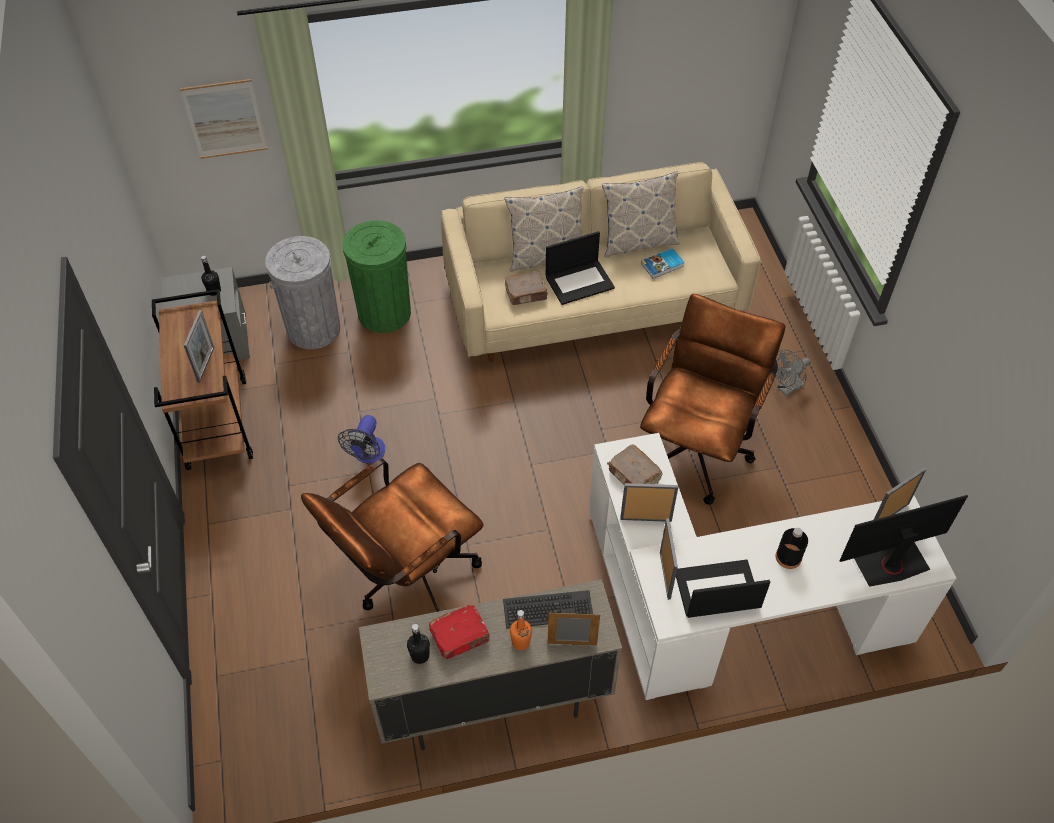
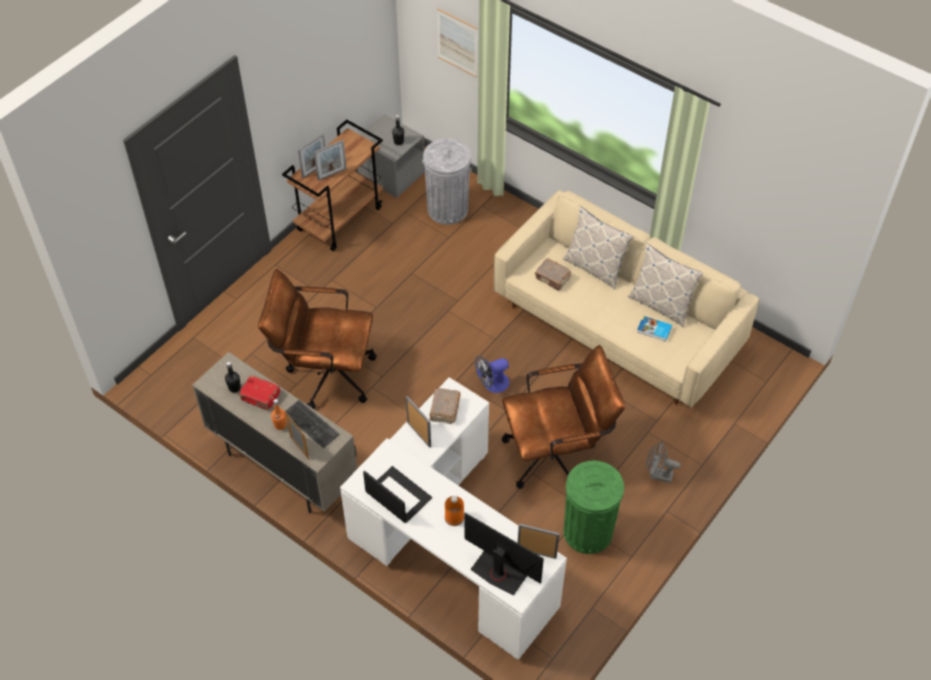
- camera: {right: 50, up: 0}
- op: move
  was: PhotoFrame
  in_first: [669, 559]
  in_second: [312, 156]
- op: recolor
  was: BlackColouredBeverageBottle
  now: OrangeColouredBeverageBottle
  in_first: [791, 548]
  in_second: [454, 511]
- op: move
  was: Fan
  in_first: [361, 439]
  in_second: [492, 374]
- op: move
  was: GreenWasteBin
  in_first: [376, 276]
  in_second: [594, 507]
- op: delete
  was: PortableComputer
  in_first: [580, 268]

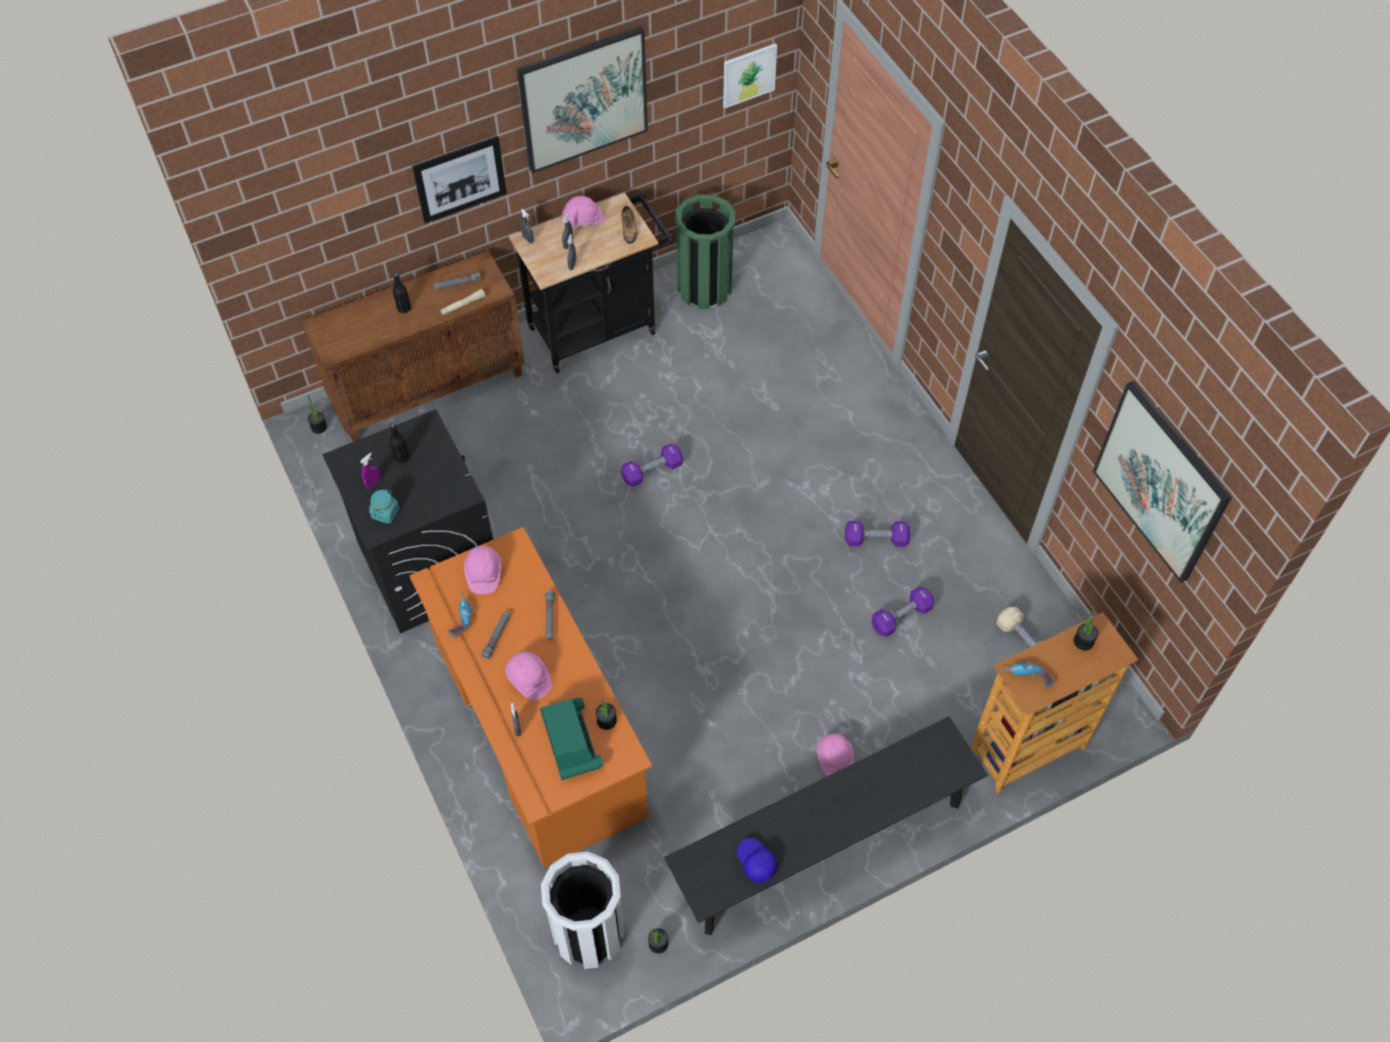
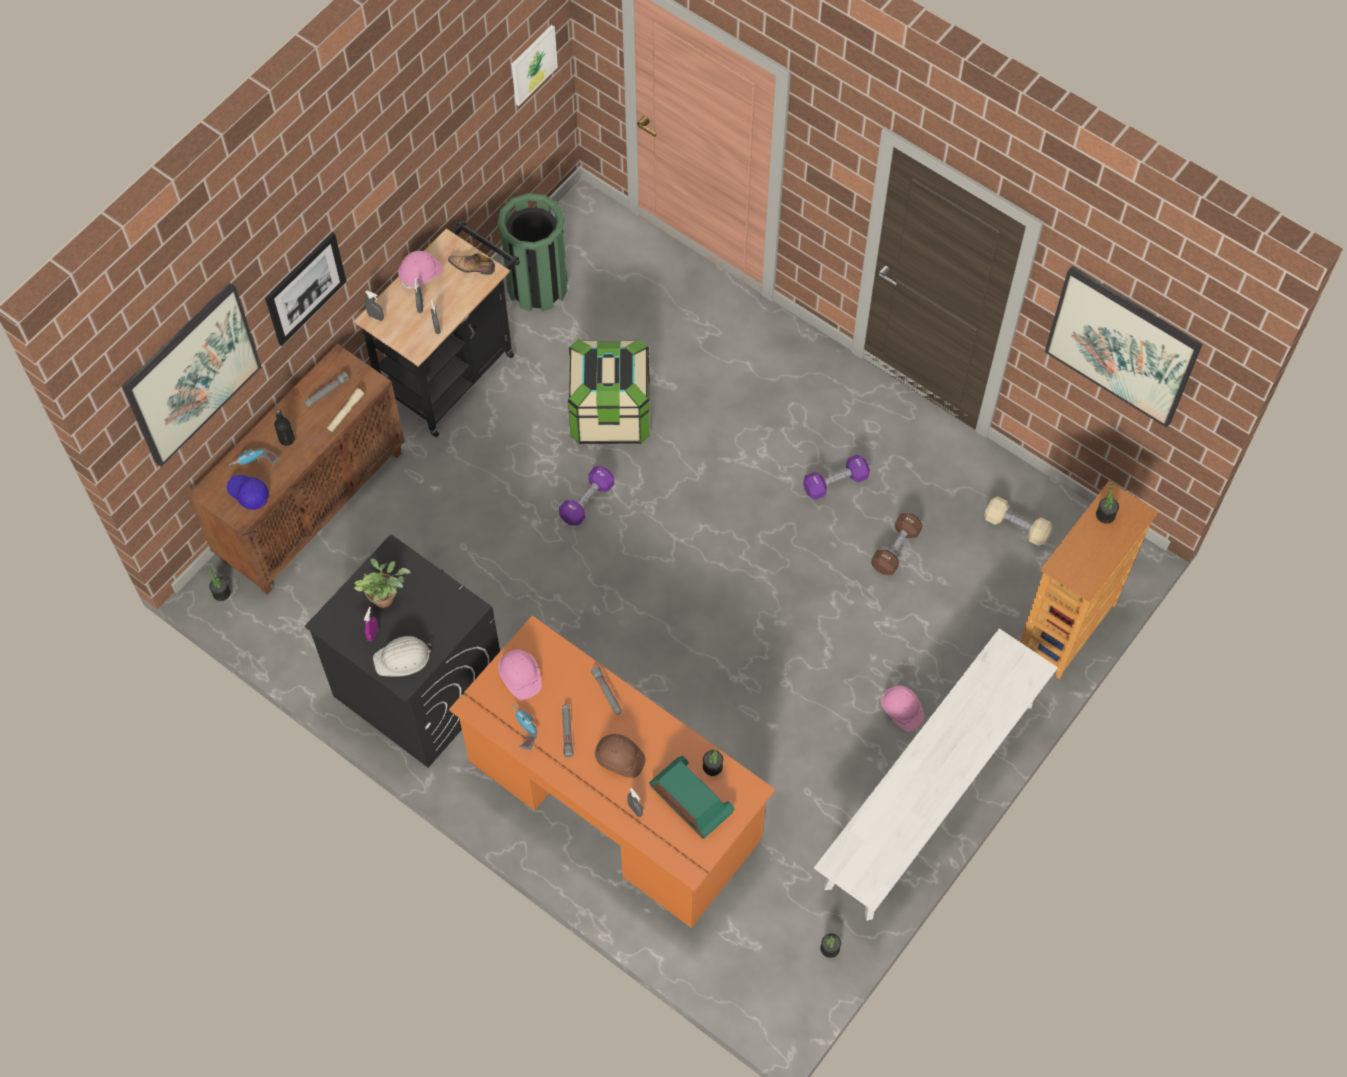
- camera: {right: -25, up: 5}
- op: move
  was: WallArt
  in_first: [582, 99]
  in_second: [192, 375]
- op: move
  was: BlueColouredPeakedCap
  in_first: [757, 860]
  in_second: [248, 492]
- op: move
  was: Drill
  in_first: [1027, 675]
  in_second: [254, 457]
- op: replace
  was: BlackColouredBeverageBottle
  now: Houseplant
  in_first: [399, 443]
  in_second: [382, 583]
- op: replace
  was: BlueGreenPreserveJar
  now: WhiteHardHat
  in_first: [384, 506]
  in_second: [402, 656]
- op: rotate
  was: ItemOfFootwear
  in_first: [629, 225]
  in_second: [471, 264]
  clockwise: 135
- op: insert
  now: StorageContainer
  in_second: [609, 391]
- op: recolor
  was: PinkColouredHardHat
  now: BrownColouredHardHat
  in_first: [529, 675]
  in_second: [620, 756]
- op: recolor
  was: BlackColouredIndoorBench
  now: WhiteIndoorBench
  in_first: [826, 826]
  in_second: [936, 775]
- op: recolor
  was: PurpleColouredFreeWeight
  now: BrownColouredFreeWeight
  in_first: [903, 611]
  in_second: [897, 544]
- op: delete
  was: WhiteWasteBin
  in_first: [582, 910]

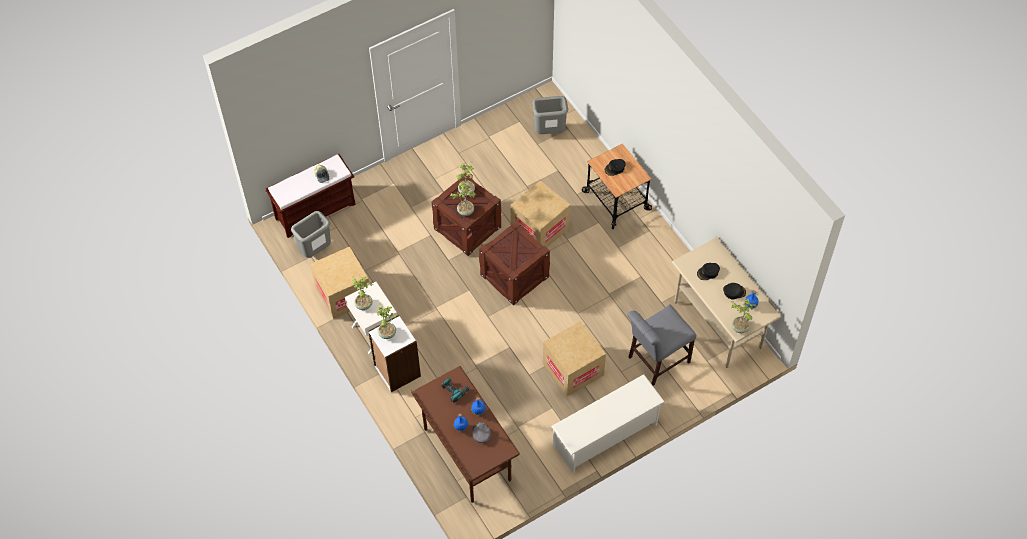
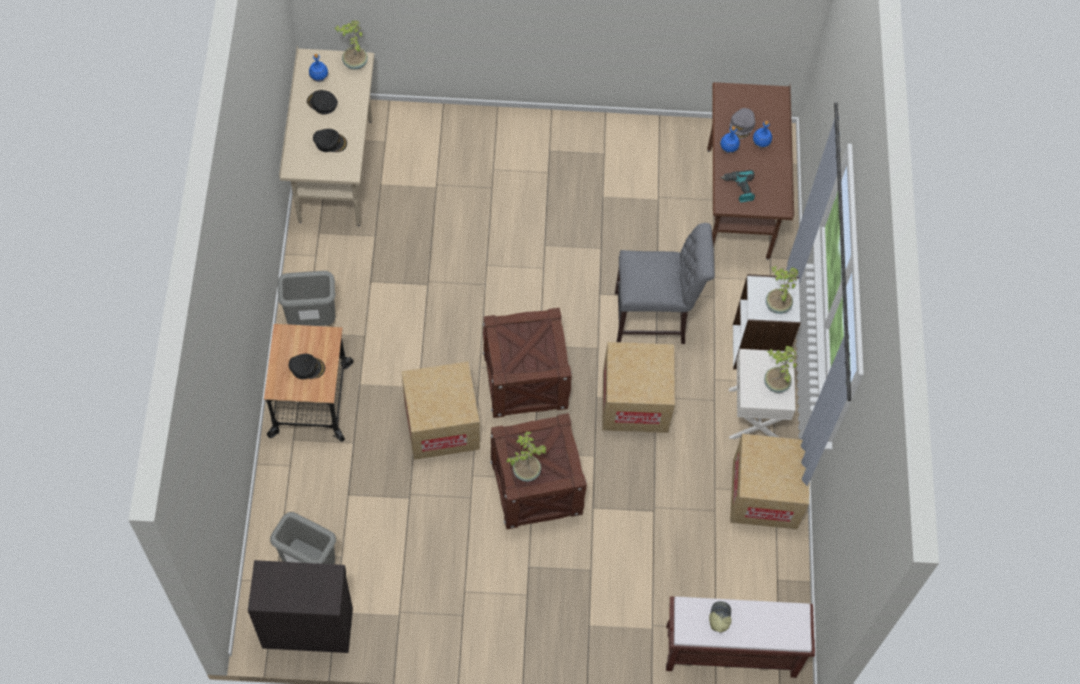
- camera: {right: -150, up: 5}
- op: insert
  now: BlackColouredStorageCabinet
  in_second: [300, 606]
- op: move
  was: GrayWasteBin
  in_first: [311, 234]
  in_second: [307, 298]
- op: move
  was: Carton
  in_first: [574, 359]
  in_second: [638, 387]
- op: move
  was: GrayUprightChair
  in_first: [662, 345]
  in_second: [665, 283]
- op: delete
  was: Houseplant
  in_first: [463, 199]
- op: delete
  was: WhiteShoeShelf
  in_first: [607, 424]

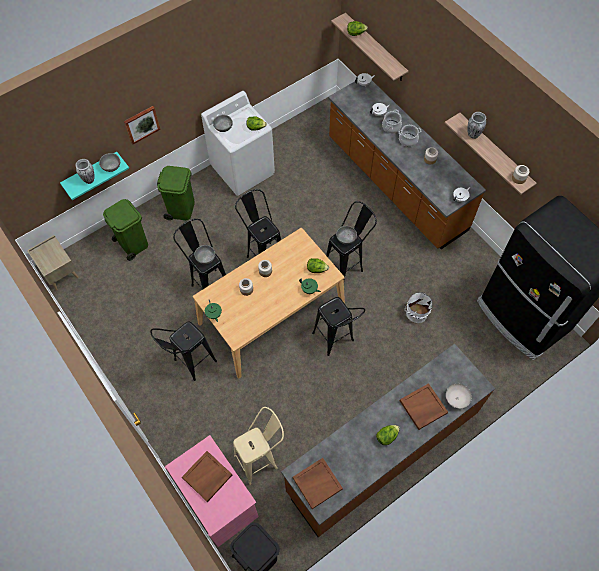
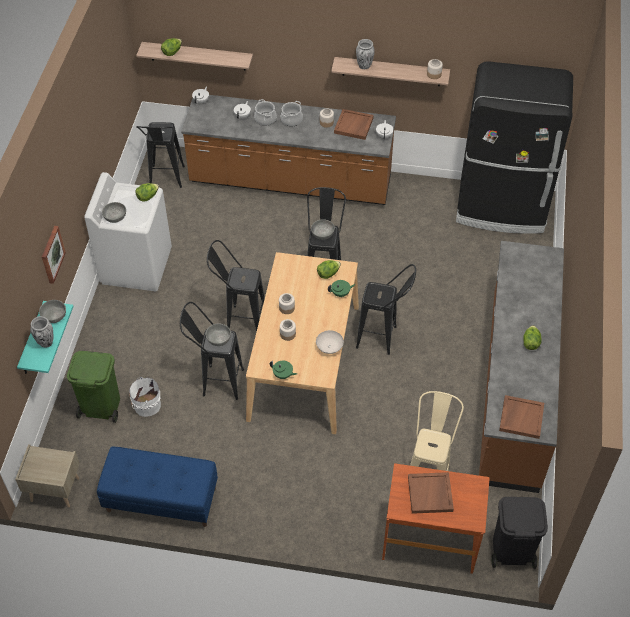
- camera: {right: -45, up: -10}
- op: insert
  now: BlueColouredIndoorBench
  in_second: [157, 487]
- op: move
  was: WhiteWaterBucket
  in_first: [418, 307]
  in_second: [145, 397]
- op: move
  was: BlackColouredStoolSeat
  in_first: [183, 351]
  in_second: [160, 155]
- op: move
  was: WhiteServingBowl
  in_first: [459, 396]
  in_second: [330, 342]
- op: move
  was: BrownColouredServingTray
  in_first: [424, 406]
  in_second: [354, 124]
- op: recolor
  was: PinkColouredDesk
  now: BrownColouredDesk
  in_first: [212, 491]
  in_second: [436, 518]
- op: delete
  was: GreenWasteBin
  in_first: [176, 193]

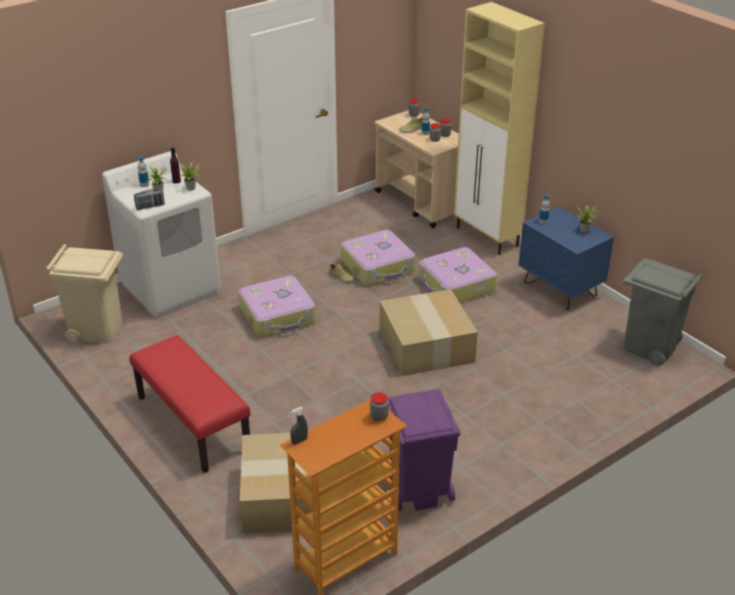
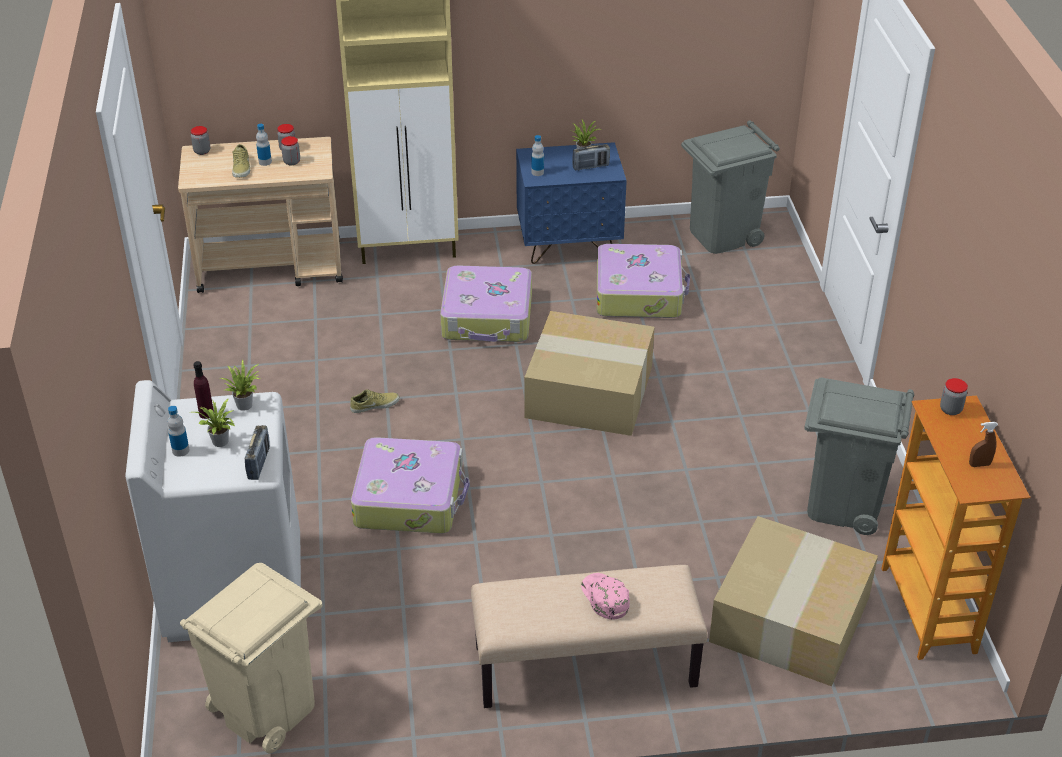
- camera: {right: -60, up: 5}
- op: recolor
  was: RedIndoorBench
  now: BeigeColouredIndoorBench
  in_first: [189, 404]
  in_second: [589, 636]
- op: insert
  now: Radio
  in_second: [591, 157]
- op: insert
  now: PinkColouredPeakedCap
  in_second: [605, 596]
- op: move
  was: Suitcase
  in_first: [378, 258]
  in_second: [643, 281]
- op: recolor
  was: PurpleColouredWasteBin
  now: GrayWasteBin
  in_first: [424, 450]
  in_second: [859, 456]
- op: insert
  now: BrownColouredSprayBottle
  in_second: [983, 444]
- op: delete
  was: GraySprayBottle
  in_first: [299, 426]

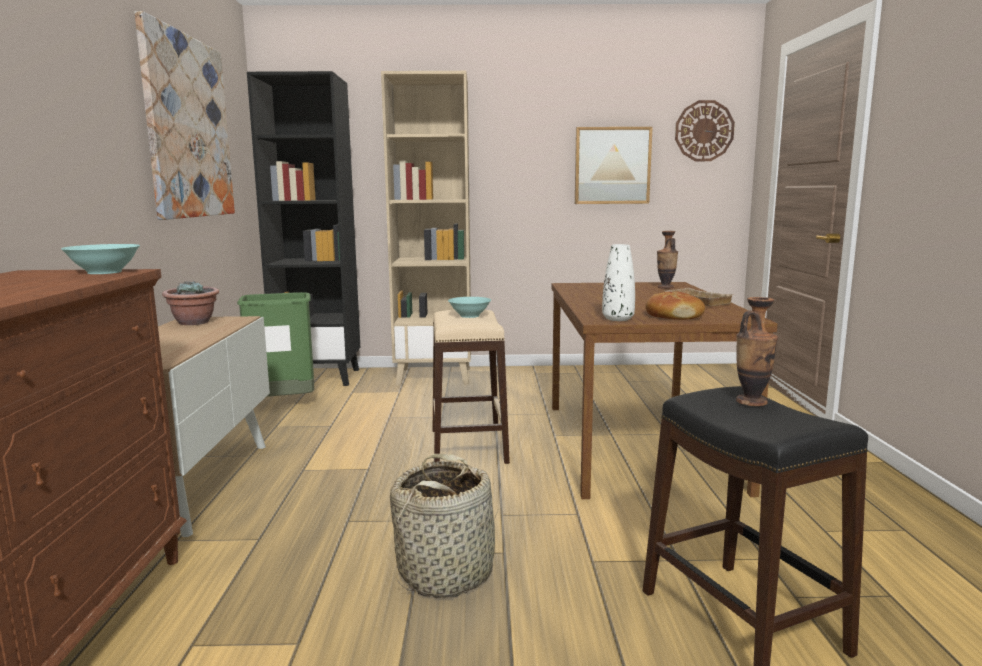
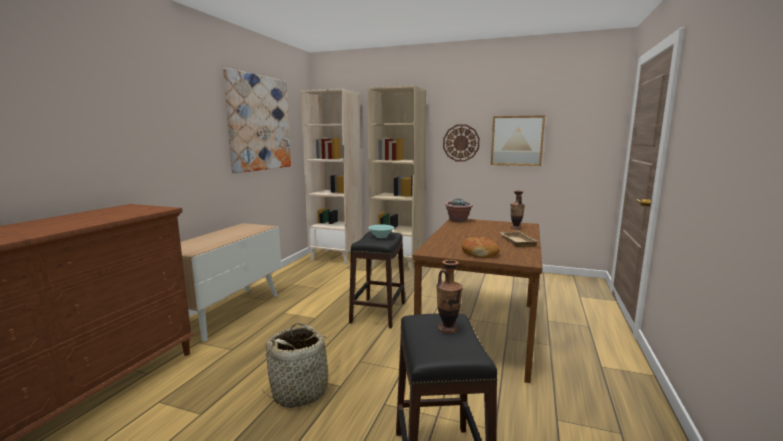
- camera: {right: 20, up: 0}
- op: recolor
  was: BlackColouredShelvingUnit
  now: BeigeColouredShelvingUnit
  in_first: [303, 228]
  in_second: [331, 176]
- op: recolor
  was: BeigeColouredStoolSeat
  now: BlackColouredStoolSeat
  in_first: [471, 387]
  in_second: [377, 279]
- op: move
  was: WallClock
  in_first: [705, 130]
  in_second: [461, 143]
- op: move
  was: Houseplant
  in_first: [190, 303]
  in_second: [459, 210]
- op: delete
  was: BlueGreenServingBowl
  in_first: [100, 259]
- op: delete
  was: GreenWasteBin
  in_first: [275, 344]
- op: delete
  was: WhiteDecorativeVase
  in_first: [618, 282]

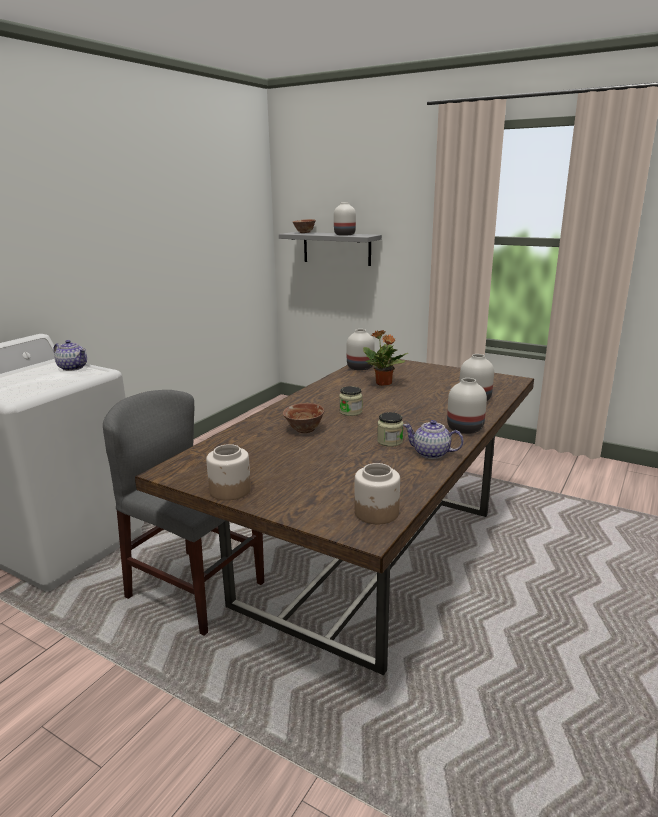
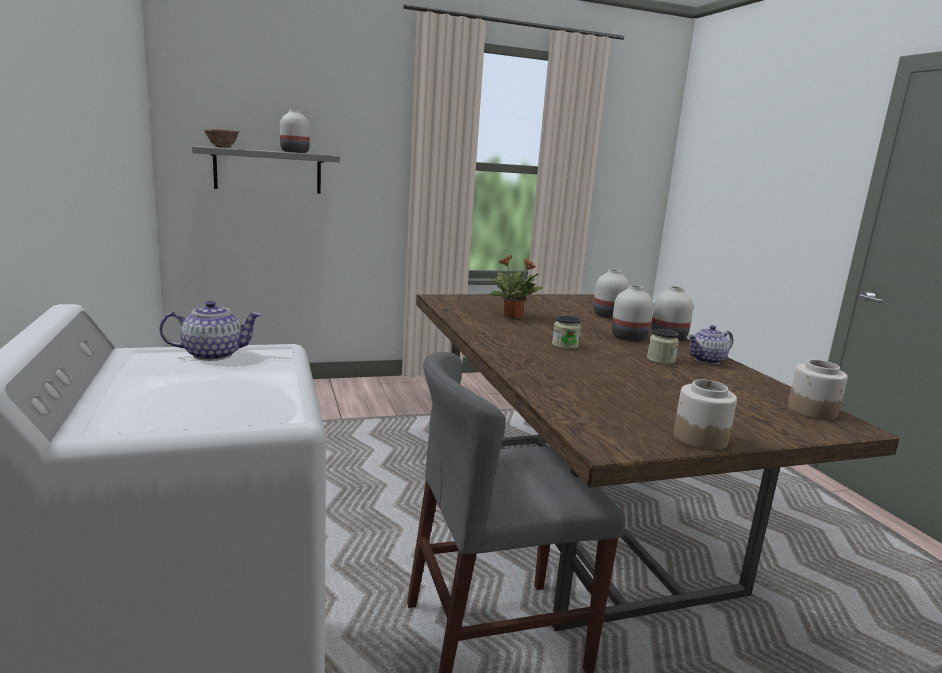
- camera: {right: -50, up: -5}
- op: move
  was: WhiteDecorativeVase
  in_first: [361, 350]
  in_second: [632, 313]
- op: delete
  was: ServingBowl
  in_first: [303, 418]

